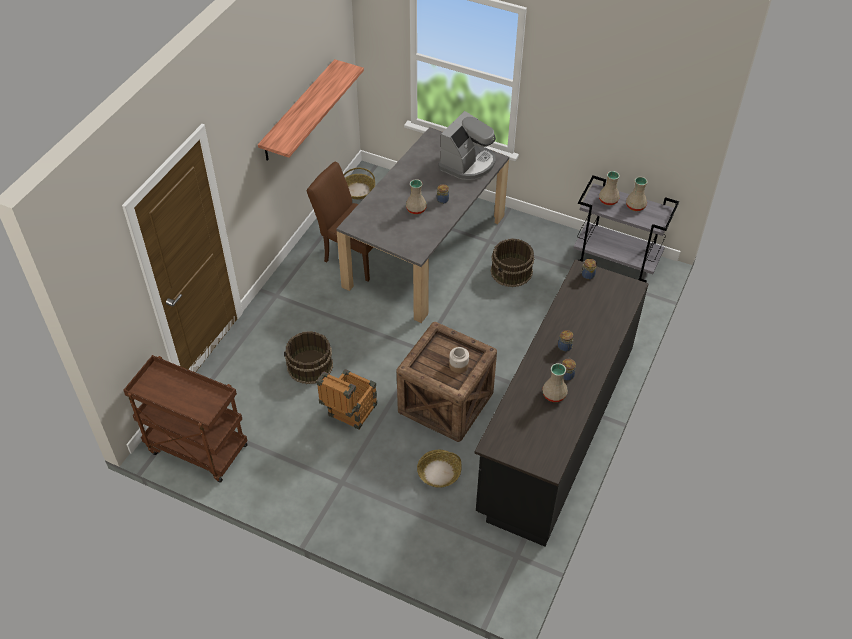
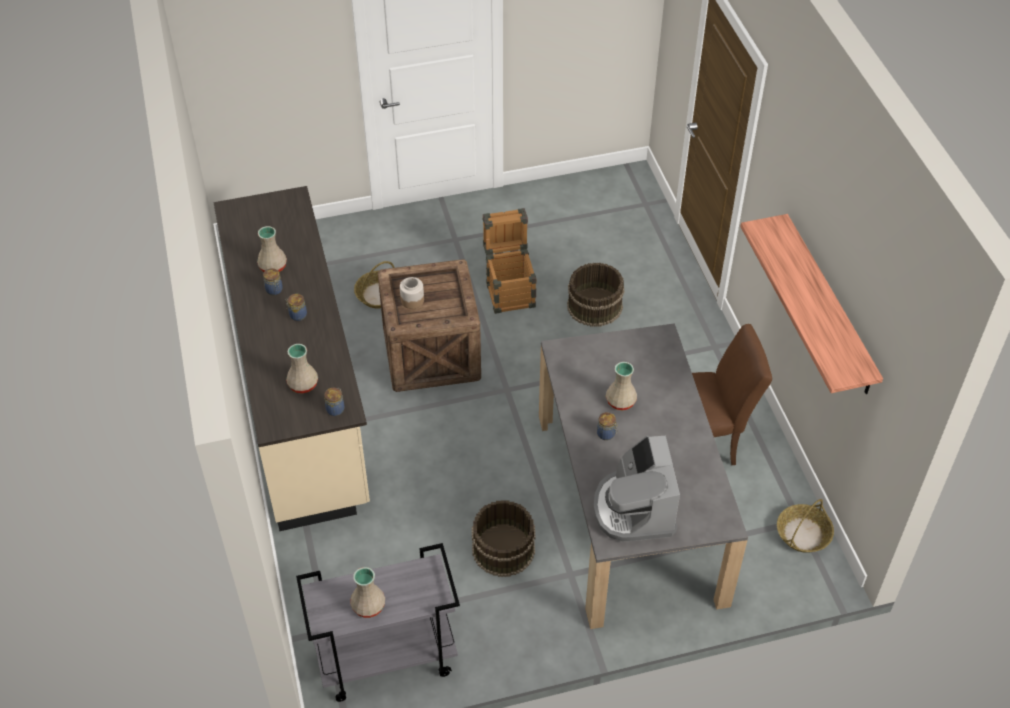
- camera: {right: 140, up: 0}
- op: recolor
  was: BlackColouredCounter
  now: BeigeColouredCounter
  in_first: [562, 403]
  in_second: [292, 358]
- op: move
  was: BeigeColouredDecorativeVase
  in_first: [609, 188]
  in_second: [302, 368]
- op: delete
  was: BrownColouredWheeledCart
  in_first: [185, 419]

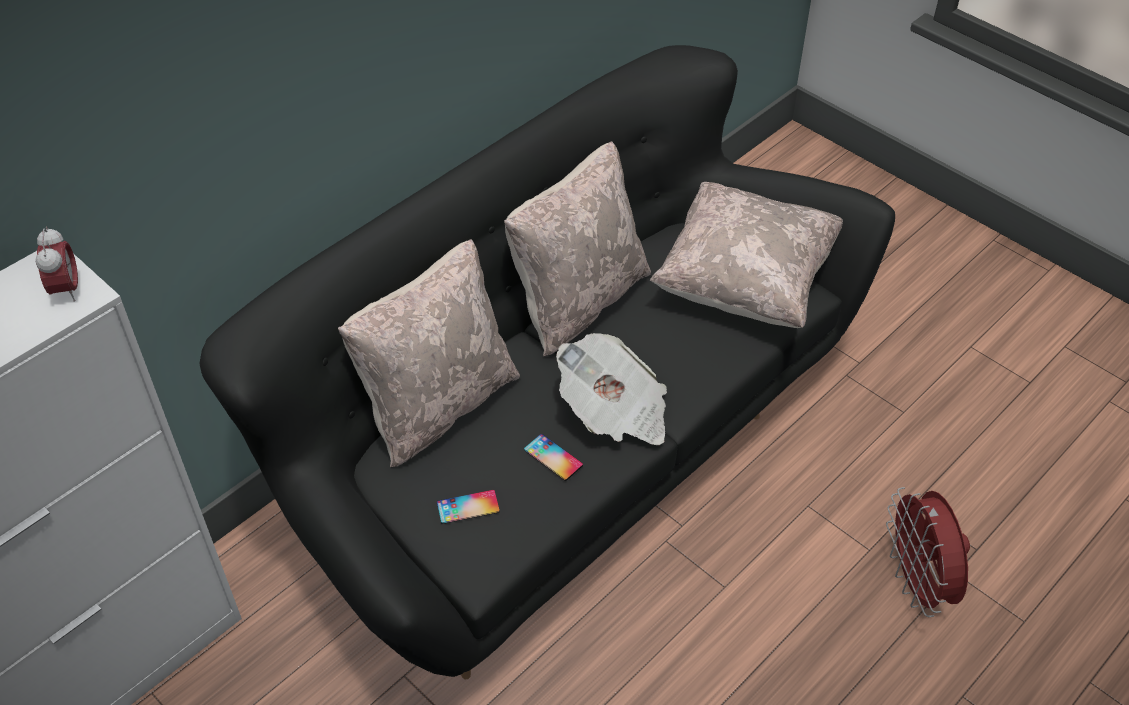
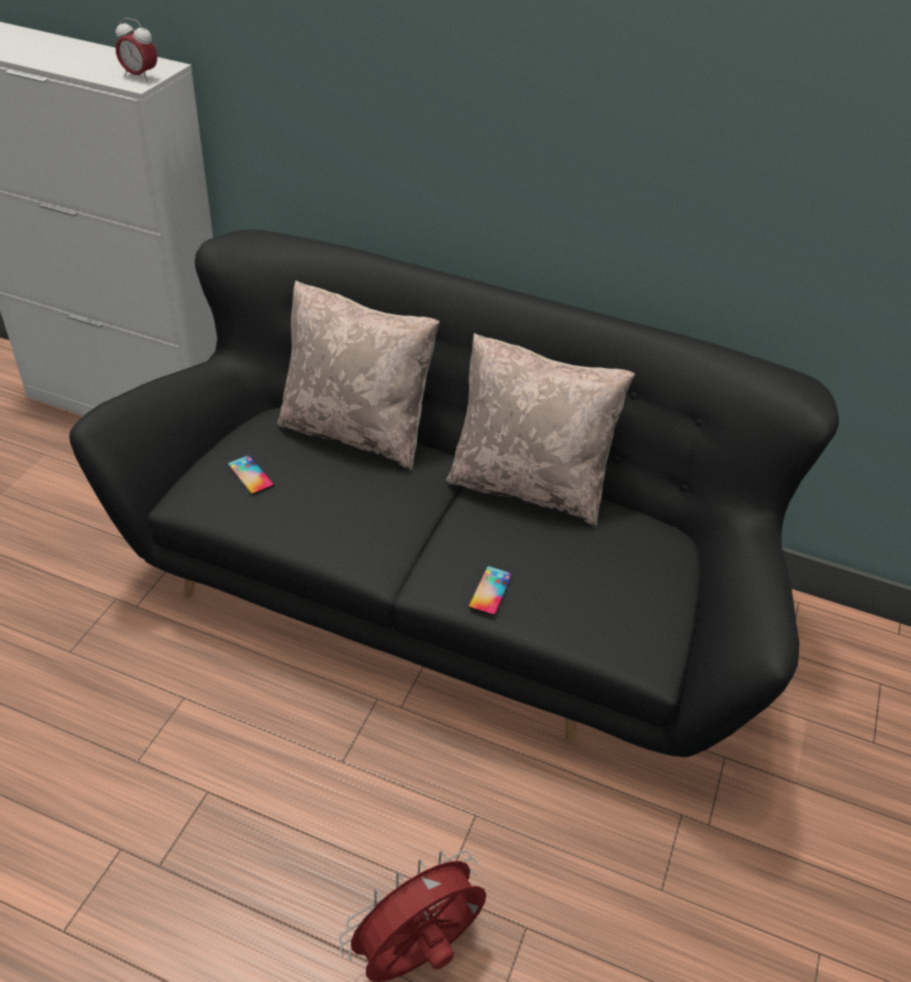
- camera: {right: 65, up: -5}
- op: rotate
  was: BedsideClock
  in_first: [57, 264]
  in_second: [136, 50]
  clockwise: 60
- op: move
  was: Handset
  in_first: [553, 457]
  in_second: [490, 591]
- op: delete
  was: Newspaper
  in_first: [611, 389]
- op: delete
  was: BeigeColouredThrowPillow
  in_first: [746, 255]

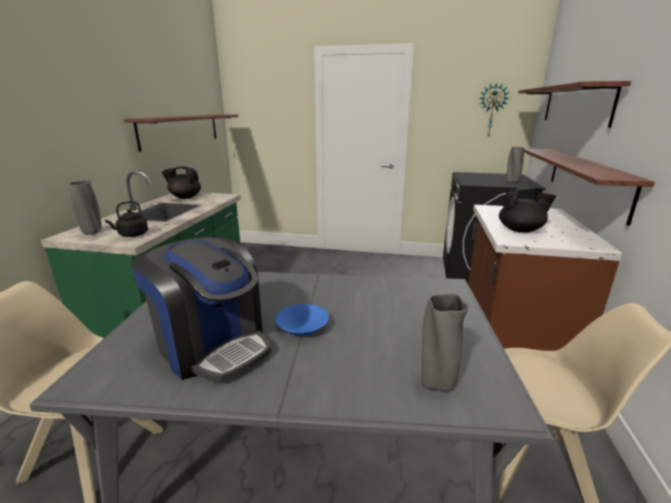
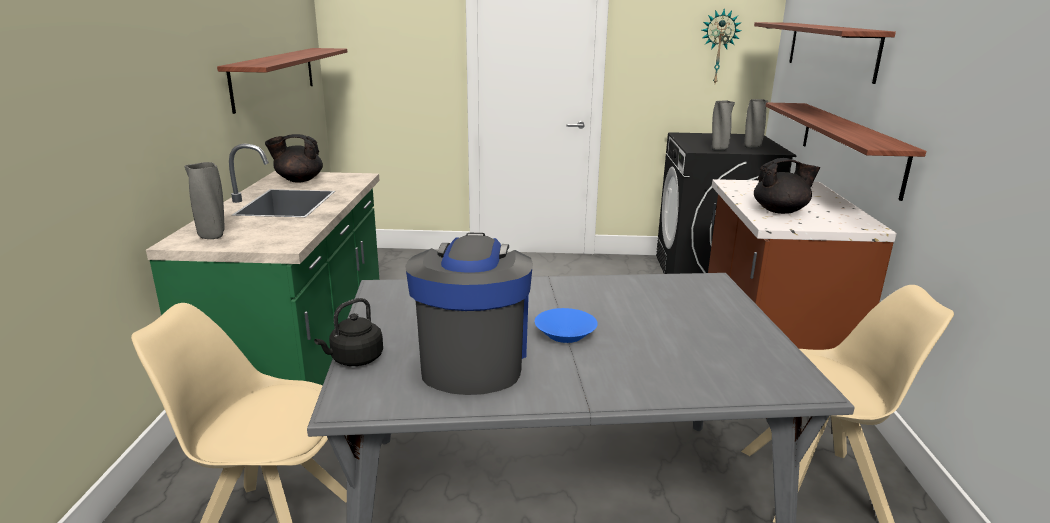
- camera: {right: -10, up: 0}
- op: move
  was: BlackColouredWaterKettle
  in_first: [126, 219]
  in_second: [348, 332]
- op: rotate
  was: CoffeeMaker
  in_first: [200, 309]
  in_second: [469, 314]
  clockwise: -120
- op: move
  was: GrayDecorativeVase
  in_first: [445, 342]
  in_second: [723, 125]

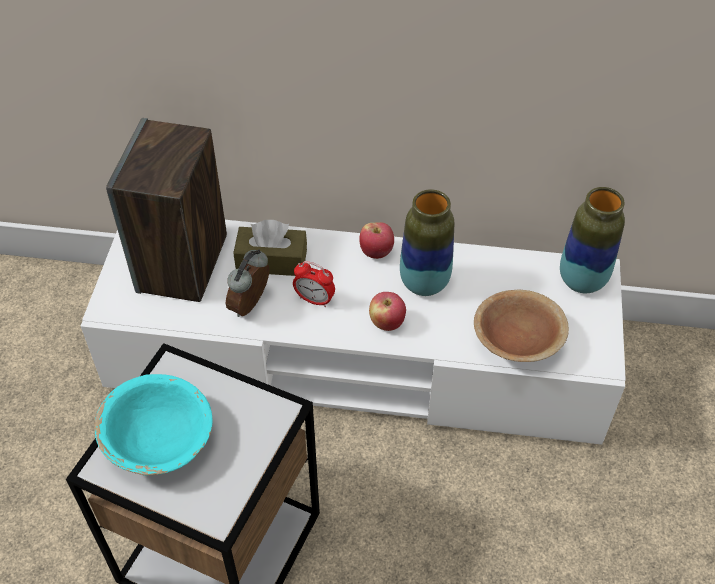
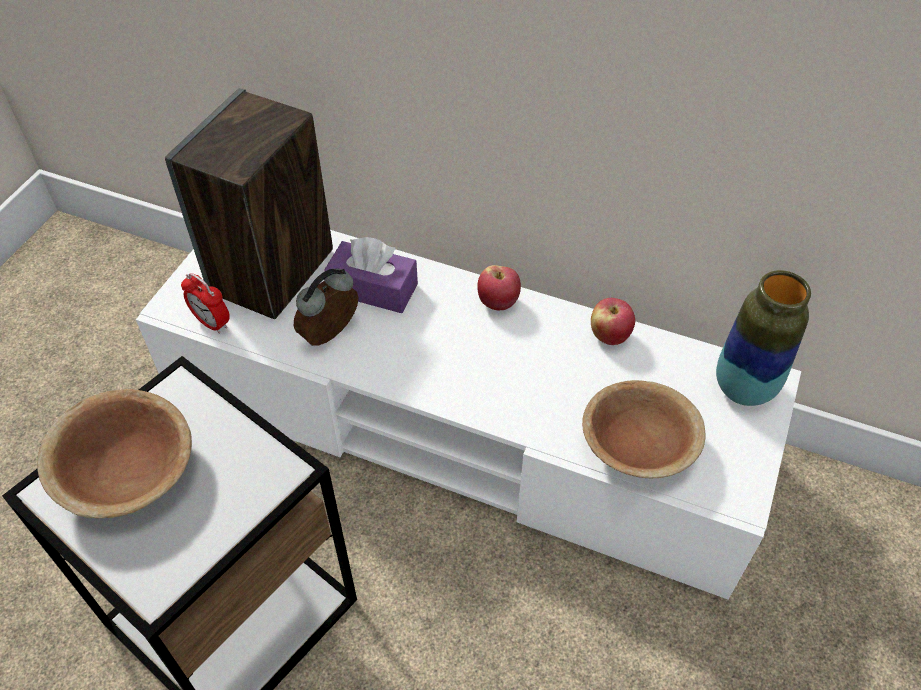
- camera: {right: 15, up: 0}
- op: recolor
  was: BlueGreenServingBowl
  now: BrownColouredServingBowl
  in_first: [153, 425]
  in_second: [114, 453]
- op: move
  was: BedsideClock
  in_first: [314, 284]
  in_second: [205, 303]
- op: recolor
  was: BrownColouredTissueHolder
  now: PurpleColouredTissueHolder
  in_first: [270, 248]
  in_second: [371, 275]
- op: move
  was: WholeApple
  in_first: [387, 311]
  in_second: [613, 321]
- op: delete
  was: DecorativeVase
  in_first: [427, 242]

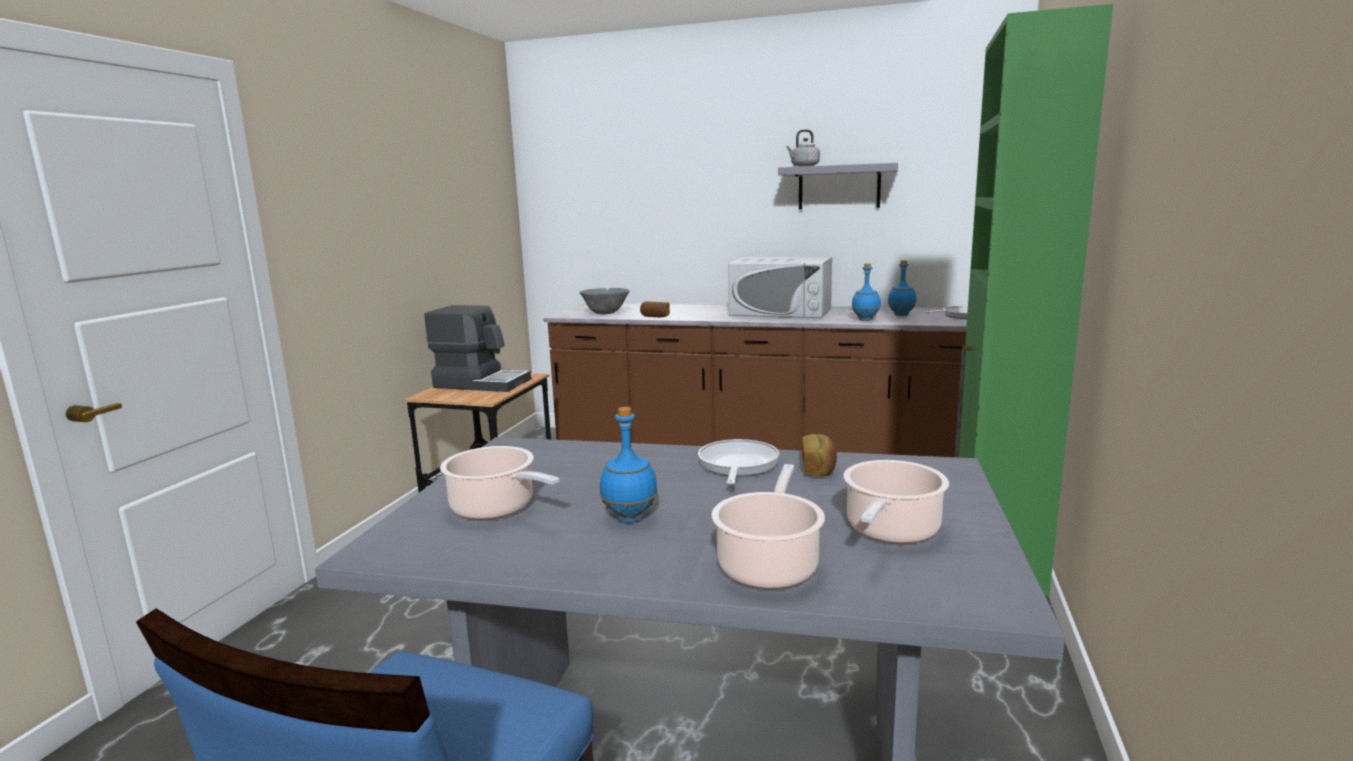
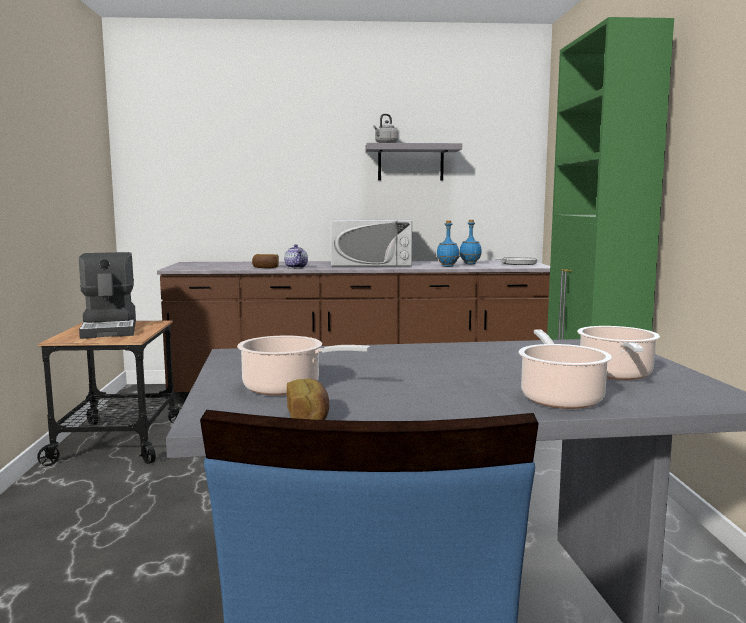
- camera: {right: -20, up: -5}
- op: rotate
  was: CoffeeMaker
  in_first: [477, 348]
  in_second: [107, 295]
  clockwise: 75
- op: insert
  now: TeaPot
  in_second: [296, 256]
- op: move
  was: Bread
  in_first: [819, 455]
  in_second: [308, 399]
- op: delete
  was: GrayServingBowl
  in_first: [604, 301]
- op: delete
  was: BlueColouredBeverageBottle
  in_first: [629, 465]
- op: delete
  was: Skillet
  in_first: [738, 462]

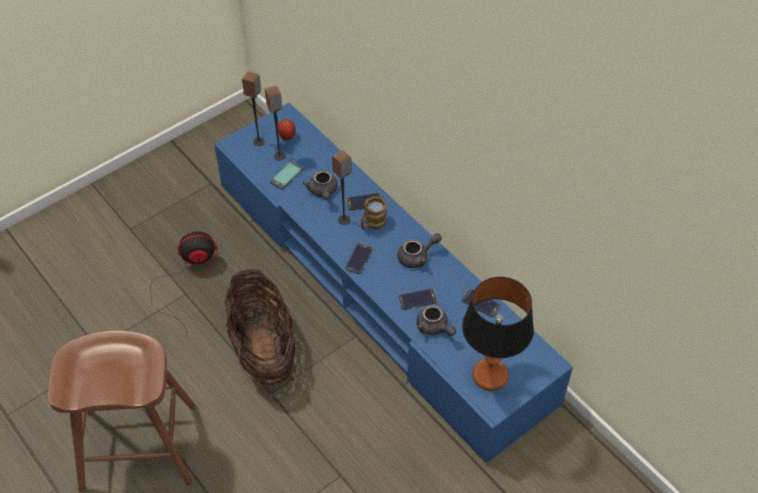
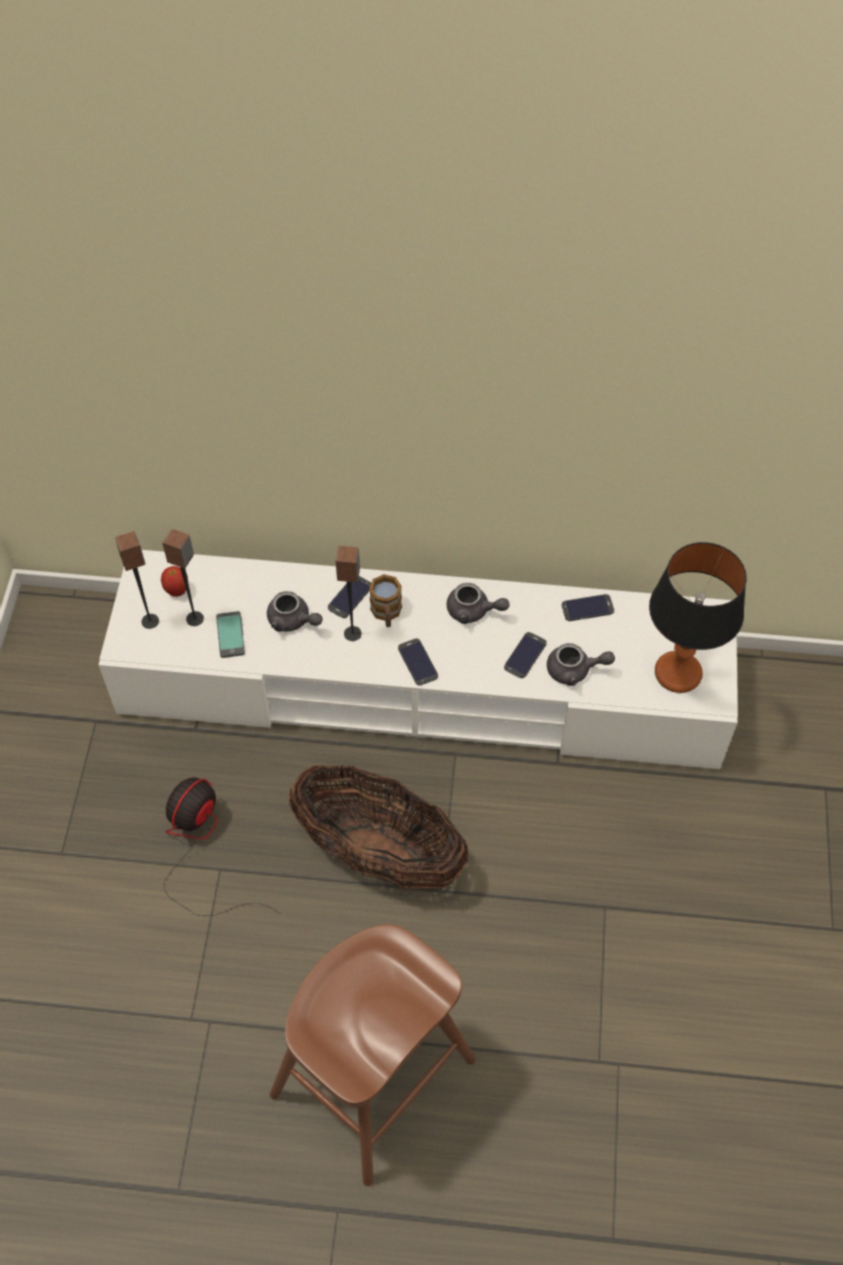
- camera: {right: -45, up: 5}
- op: recolor
  was: BlueColouredTvUnit
  now: WhiteTvUnit
  in_first: [393, 283]
  in_second: [418, 659]
- op: rotate
  was: GrayTeaPot
  in_first: [419, 250]
  in_second: [478, 603]
  clockwise: 90

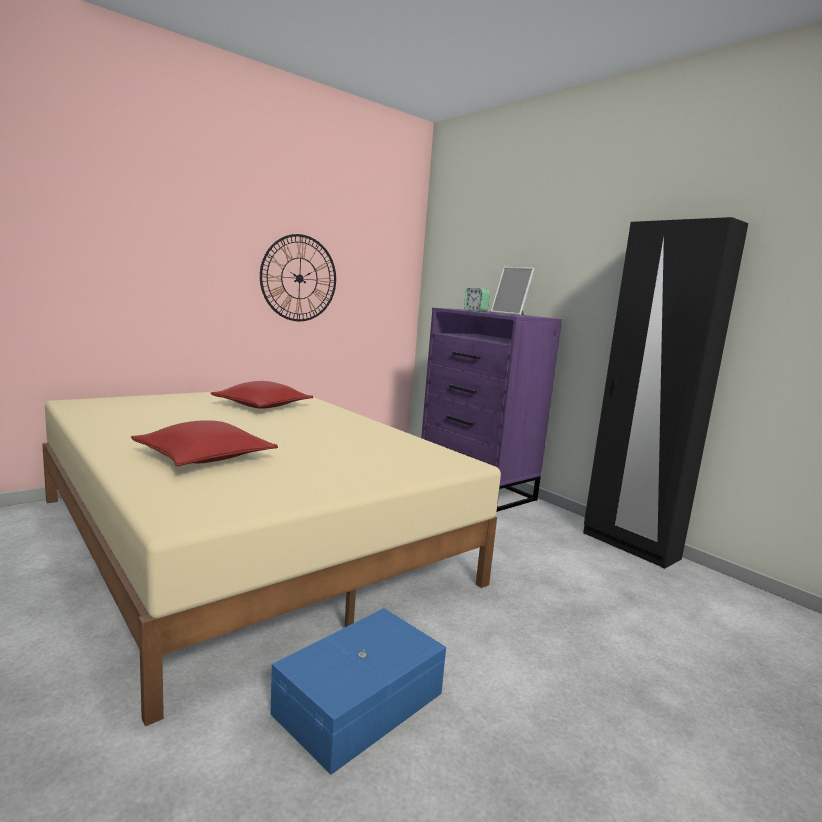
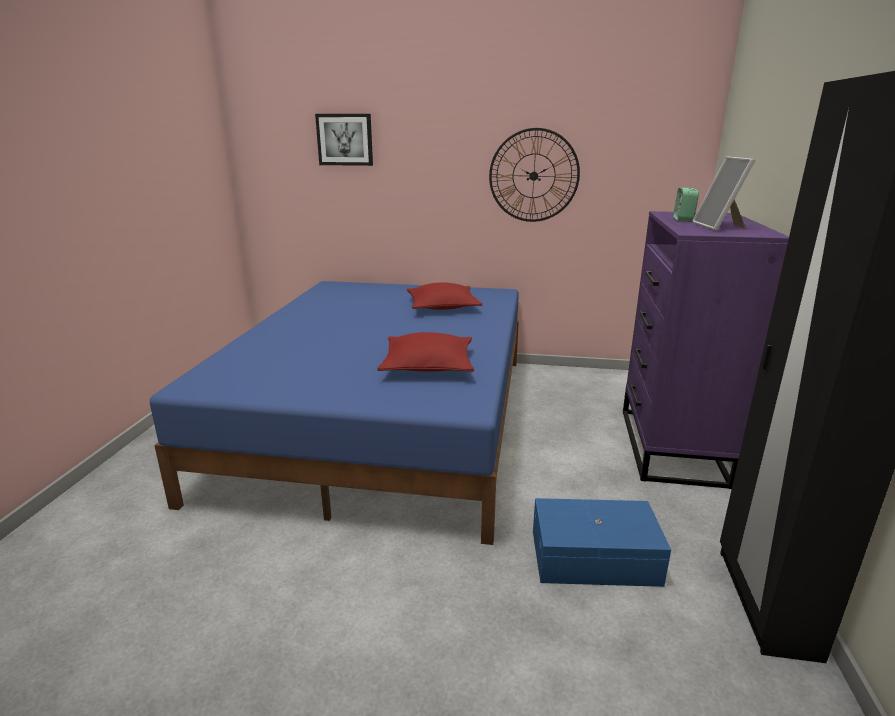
- camera: {right: 50, up: 10}
- op: recolor
  was: BeigeColouredBedroomBed
  now: BlueColouredBedroomBed
  in_first: [271, 559]
  in_second: [334, 413]
- op: insert
  now: WallArt
  in_second: [344, 140]
- op: move
  was: RedThrowPillow
  in_first: [204, 443]
  in_second: [425, 352]
- op: move
  was: BlueColouredStorageContainer
  in_first: [358, 691]
  in_second: [602, 542]

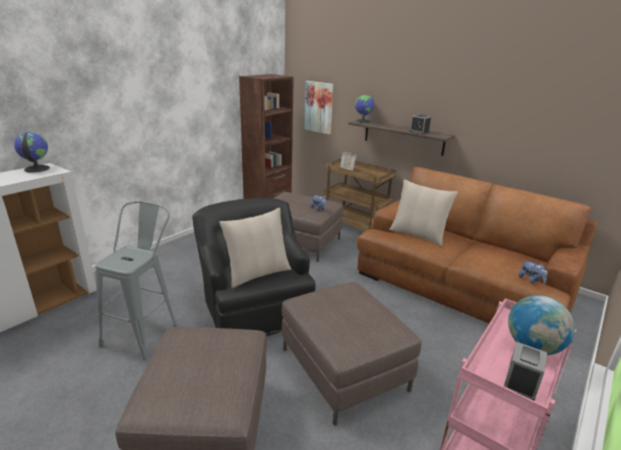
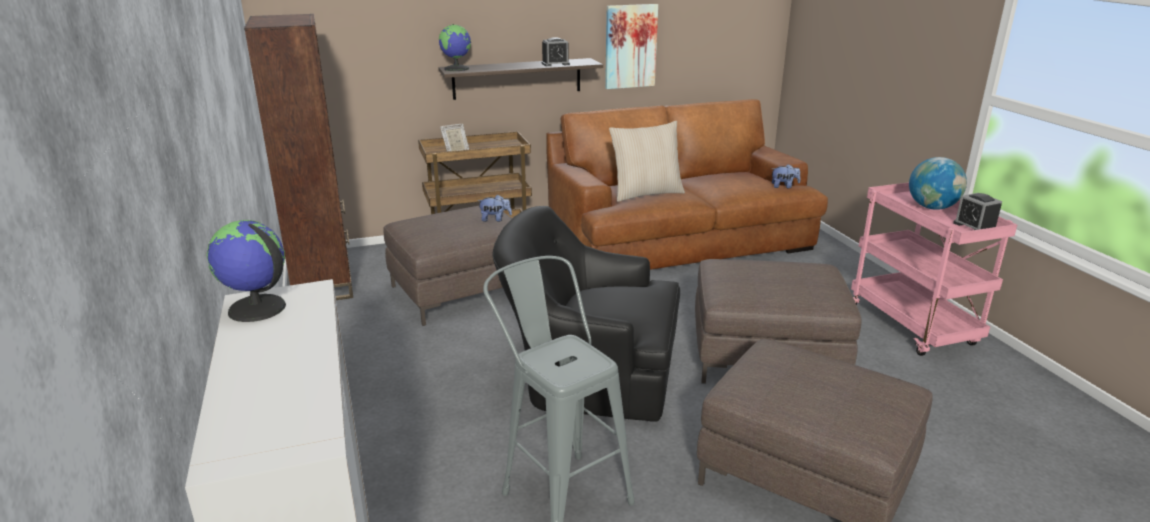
- camera: {right: -55, up: 0}
- op: move
  was: WallArt
  in_first: [318, 107]
  in_second: [631, 46]
- op: delete
  was: BeigeColouredThrowPillow
  in_first: [255, 248]

